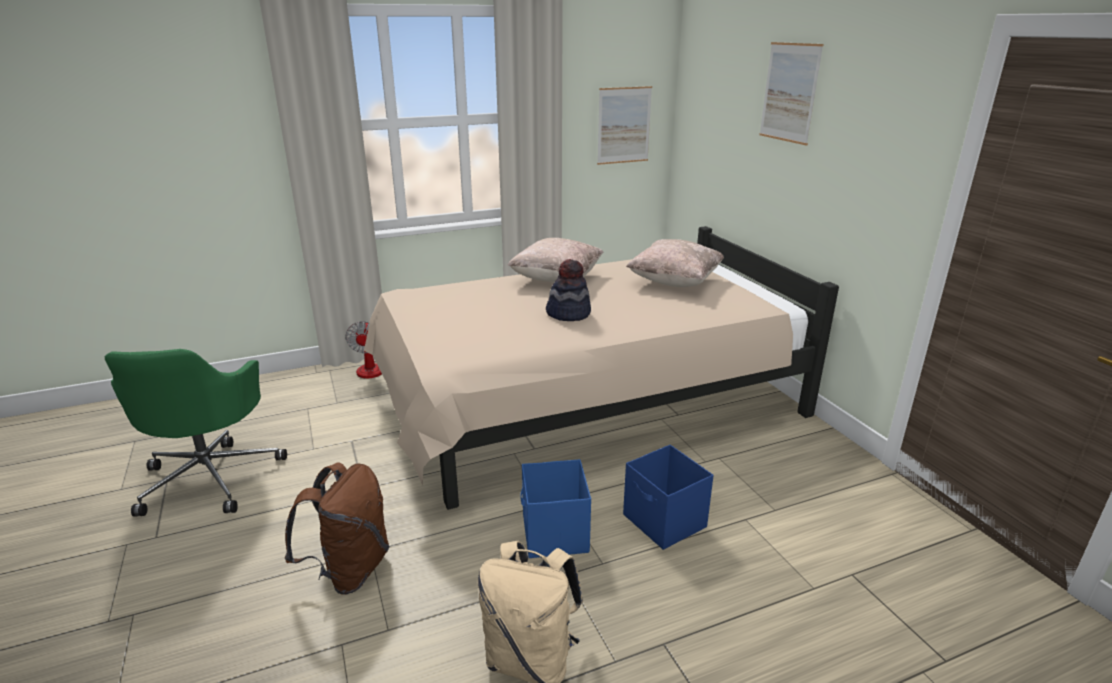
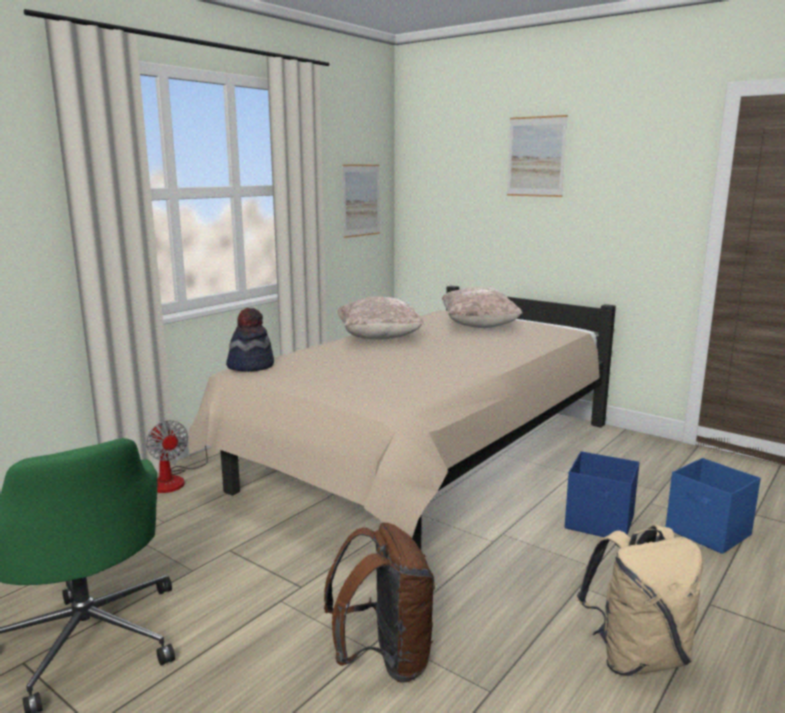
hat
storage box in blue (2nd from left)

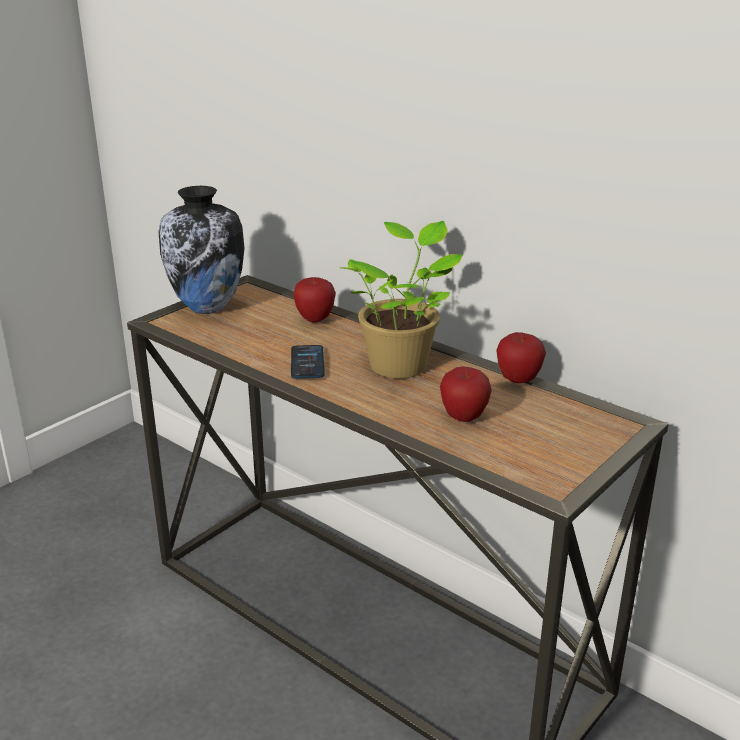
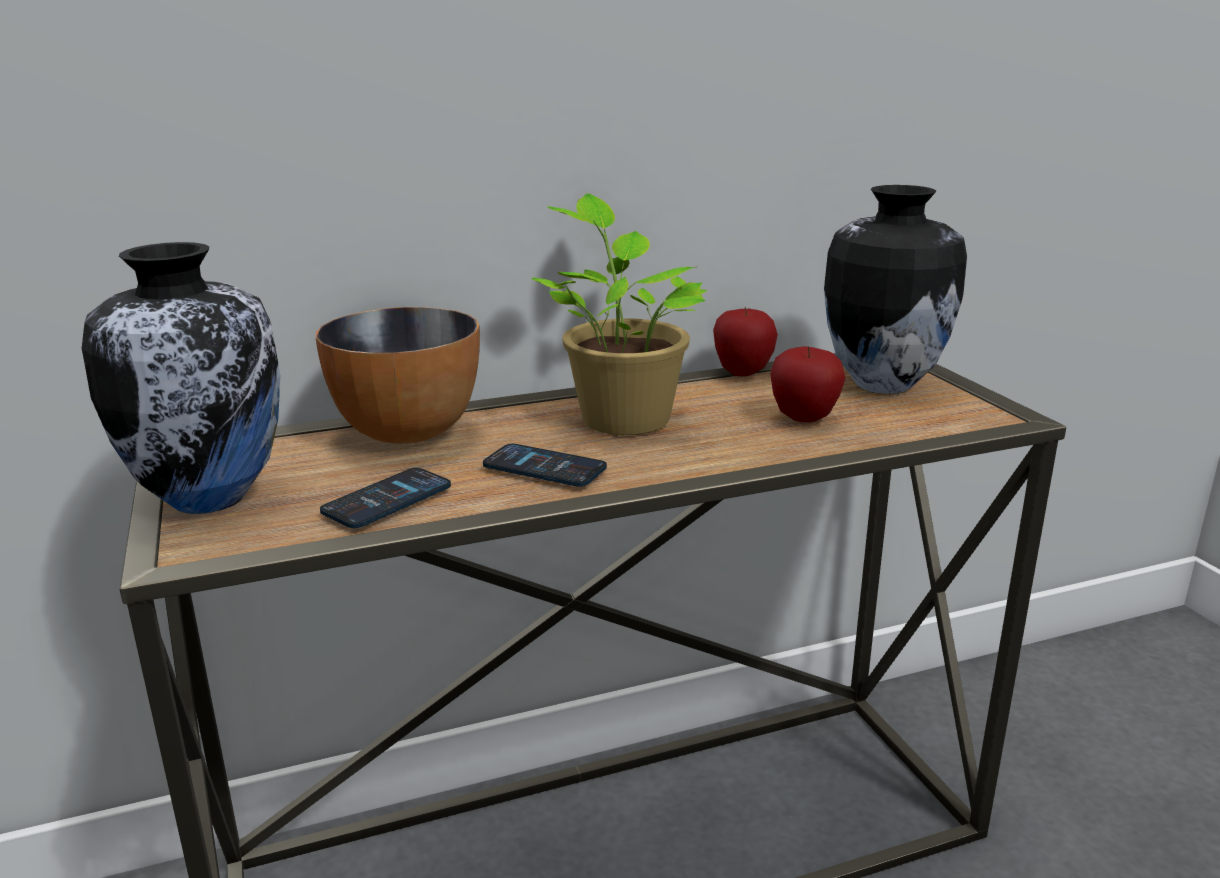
bowl
phone (1st from left)
vase (2nd from left)

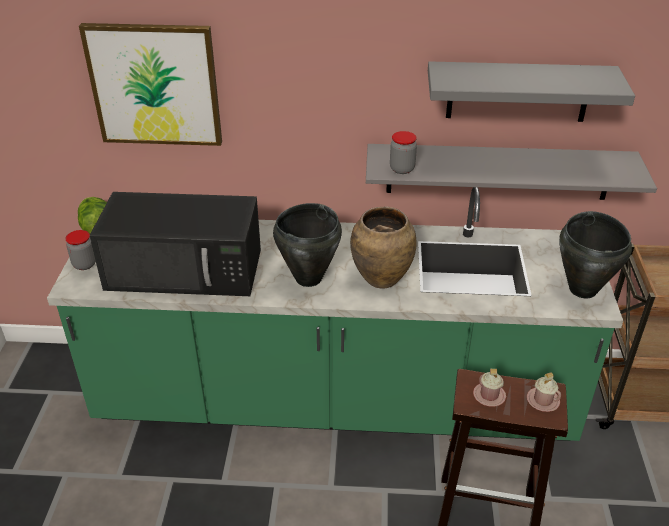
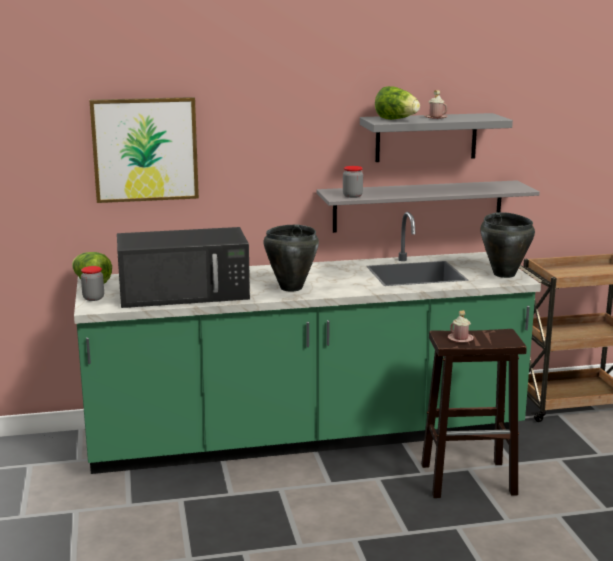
lettuce (2nd from left)
mug in pink (1st from left)
vase in brown

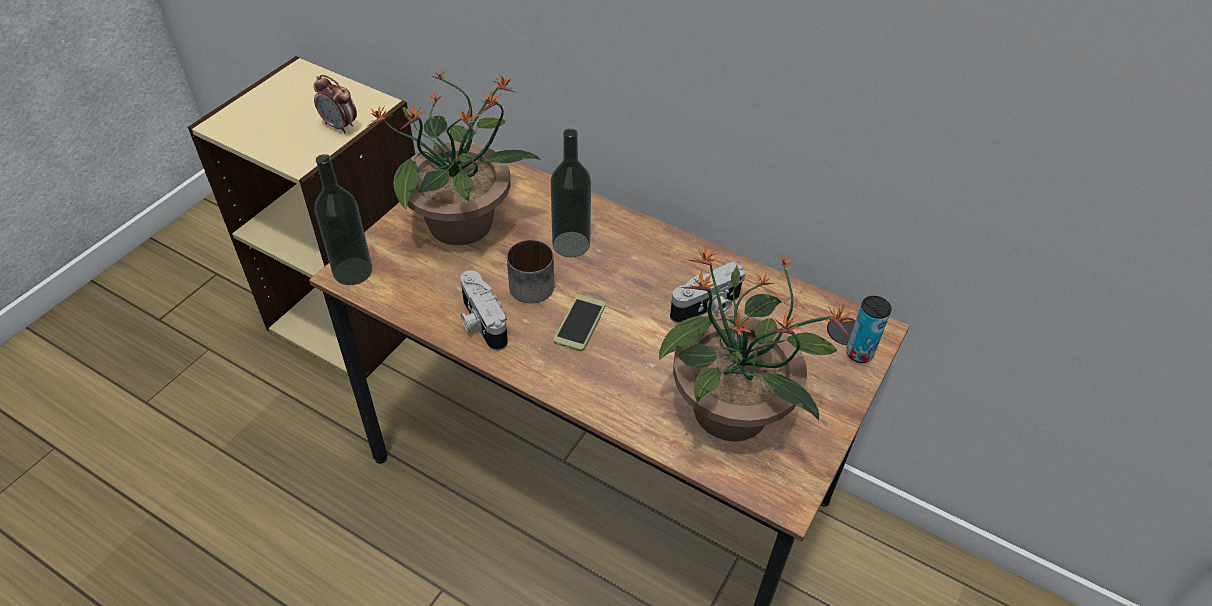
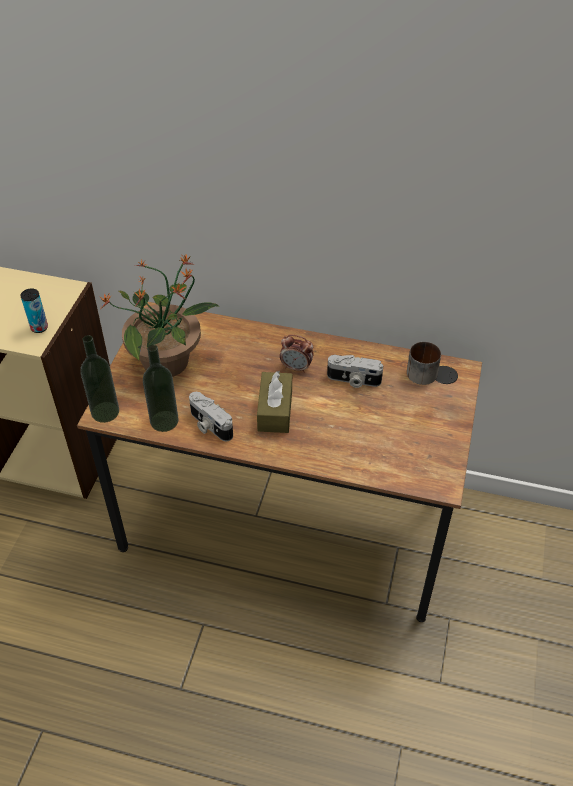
can
bottle (2nd from left)
tissue box in brown
alarm clock
photo camera (2nd from left)
mug
potted plant (2nd from left in the first image)

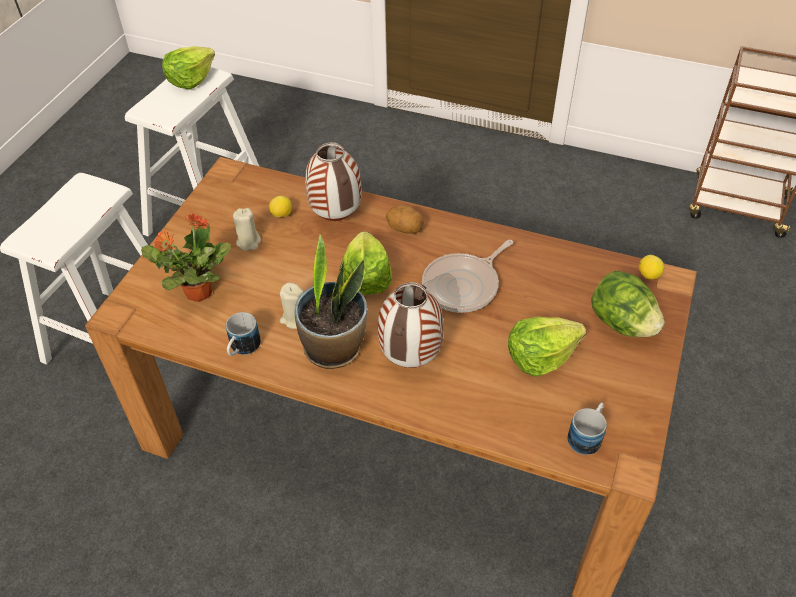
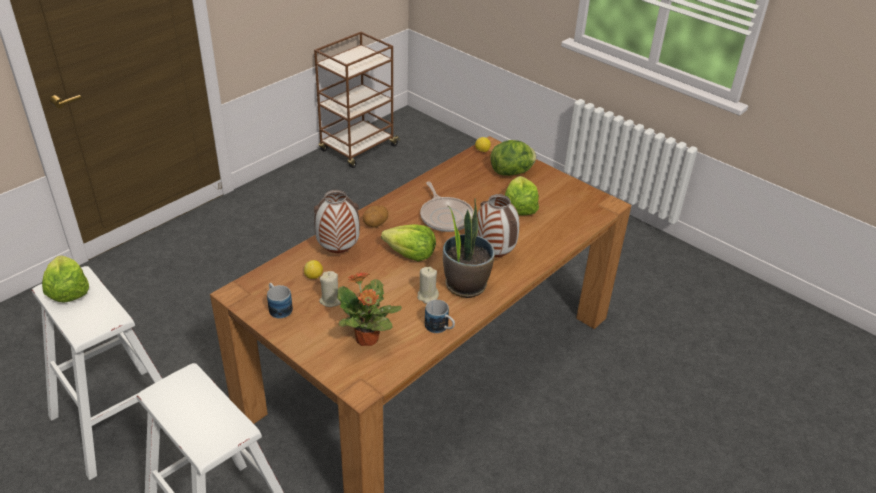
mug (1st from left)

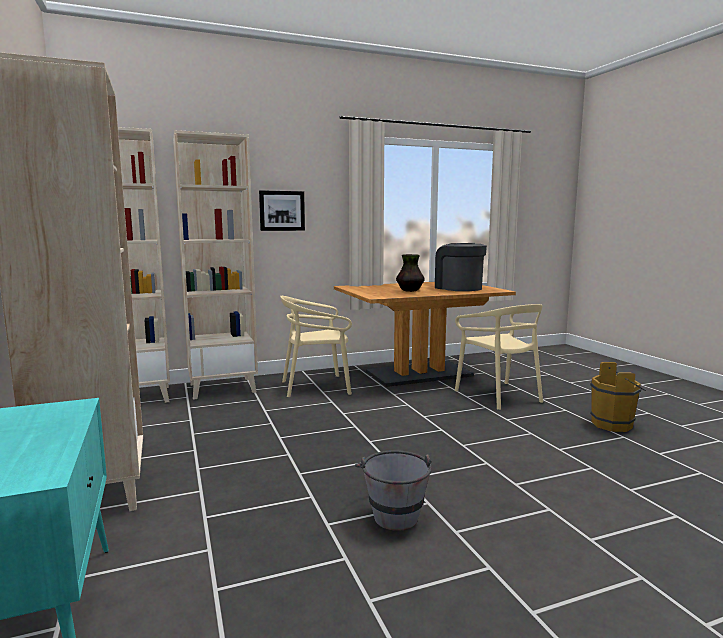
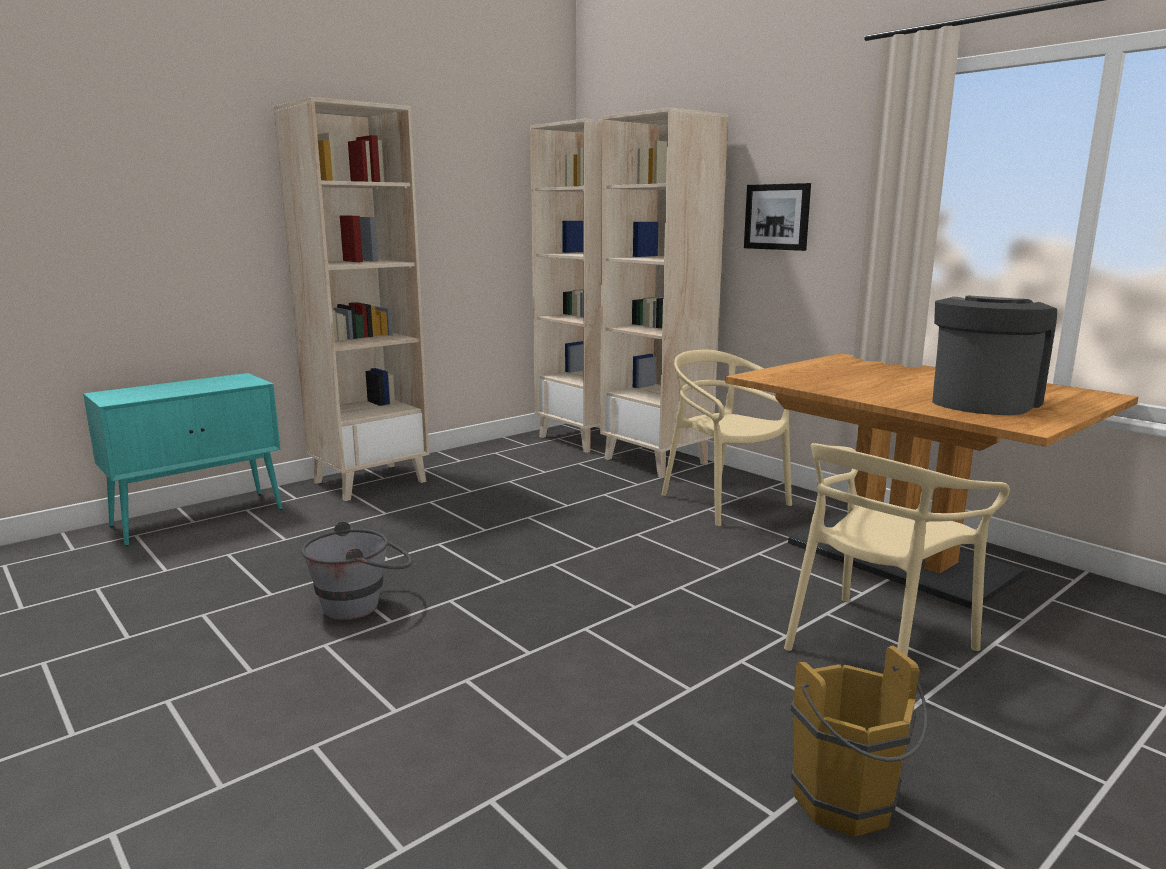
vase

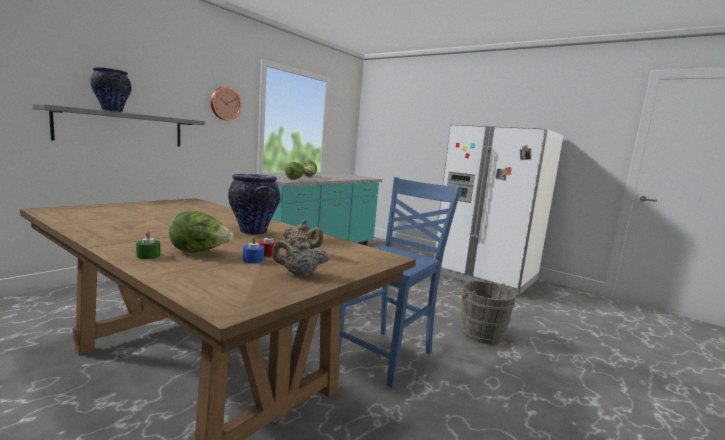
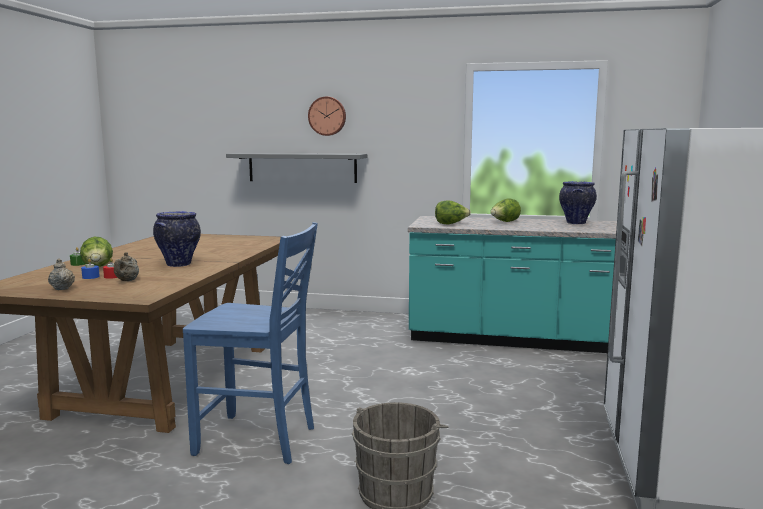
wall clock
vase (2nd from left)

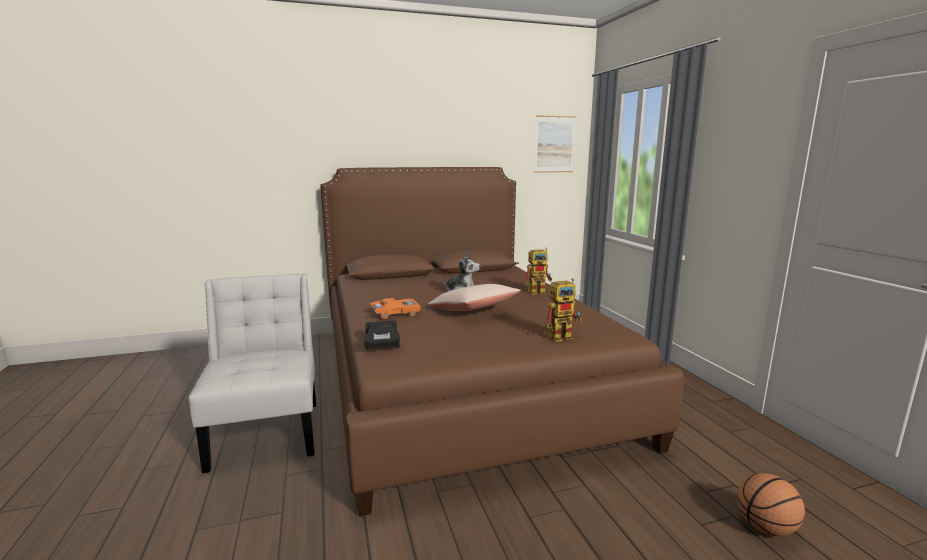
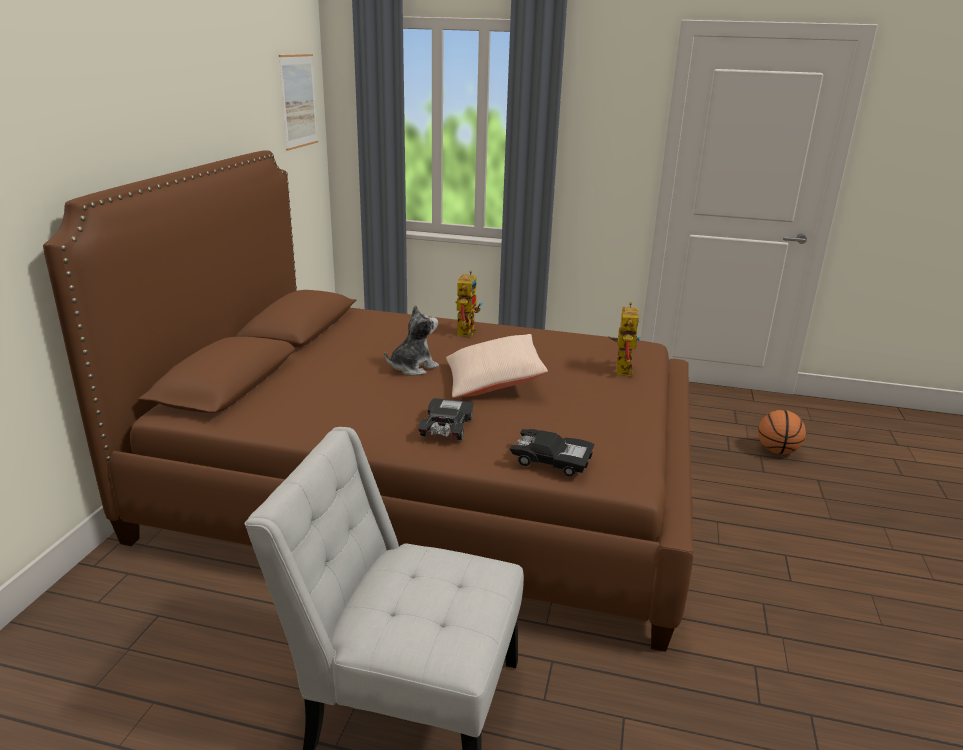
toy car in black (1st from left)

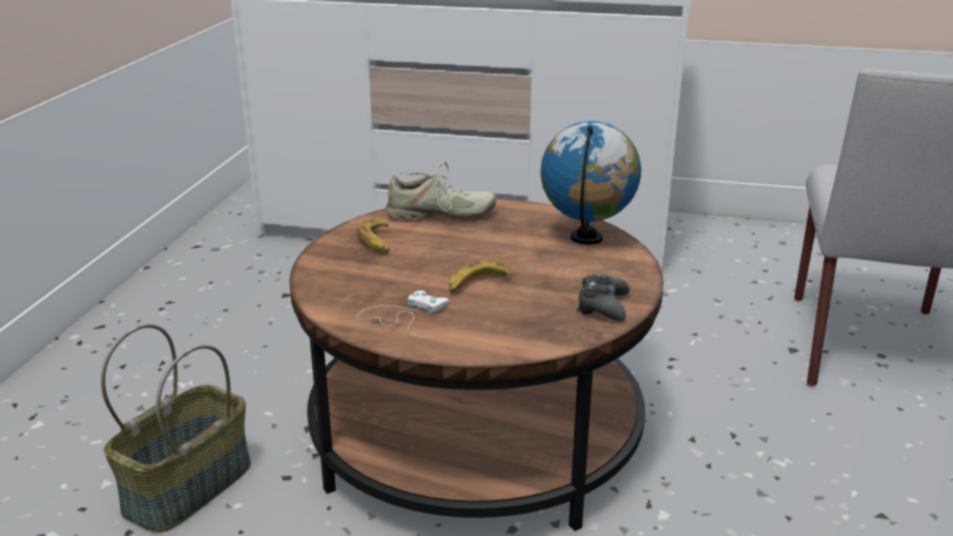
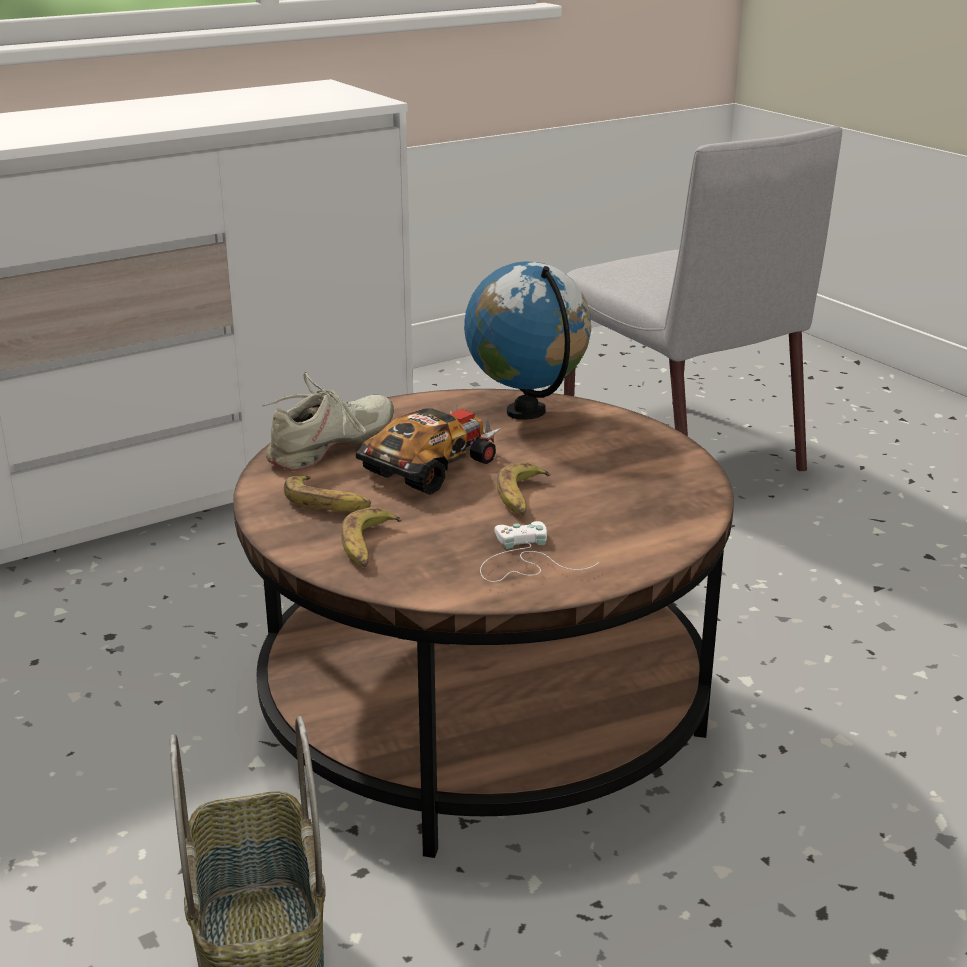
banana (2nd from left)
toy car
game controller in black

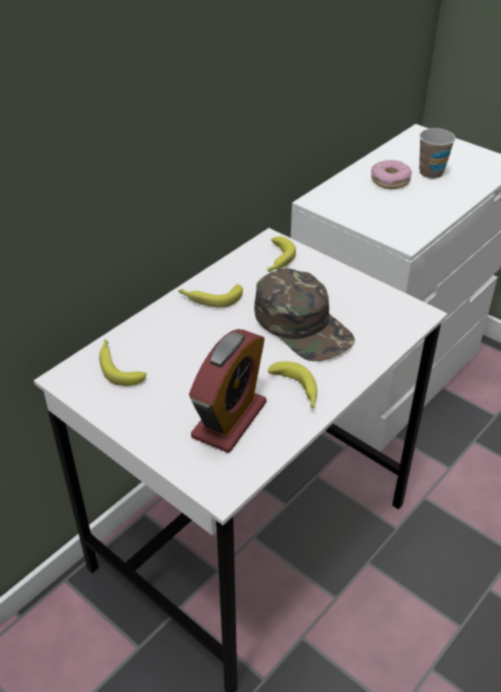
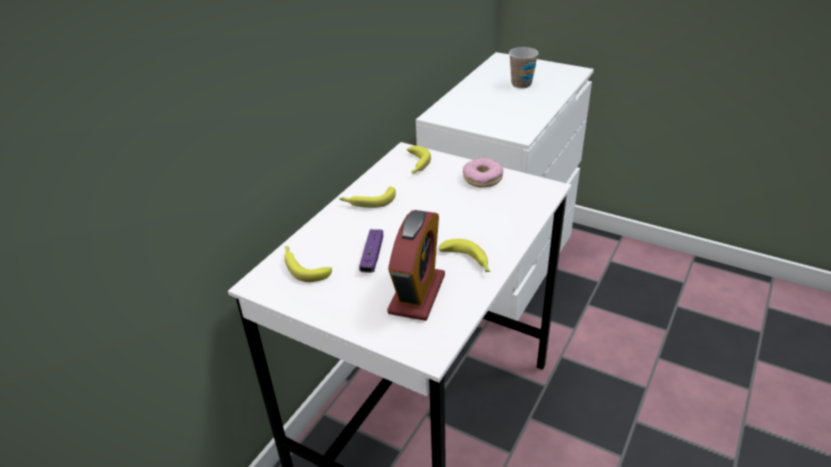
game controller in purple
donut
cap in green

